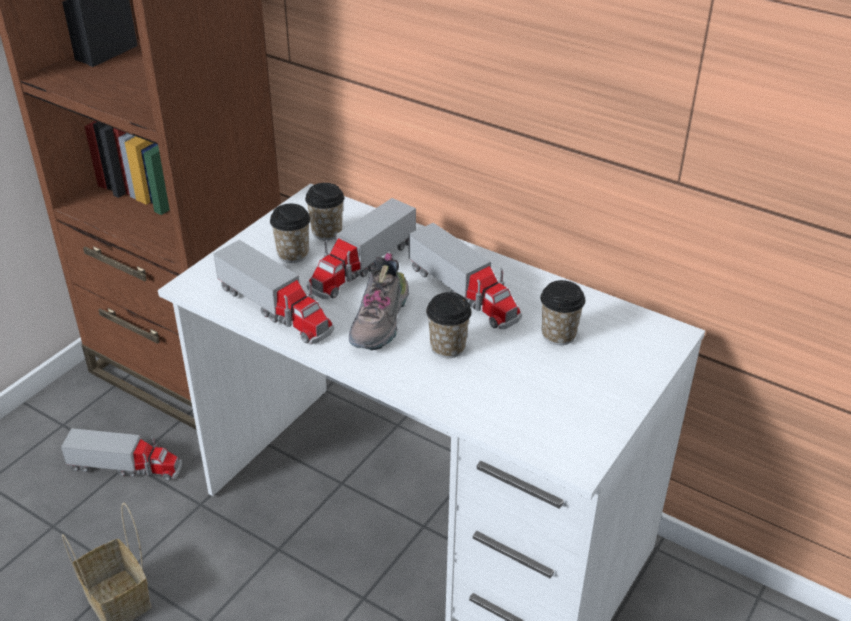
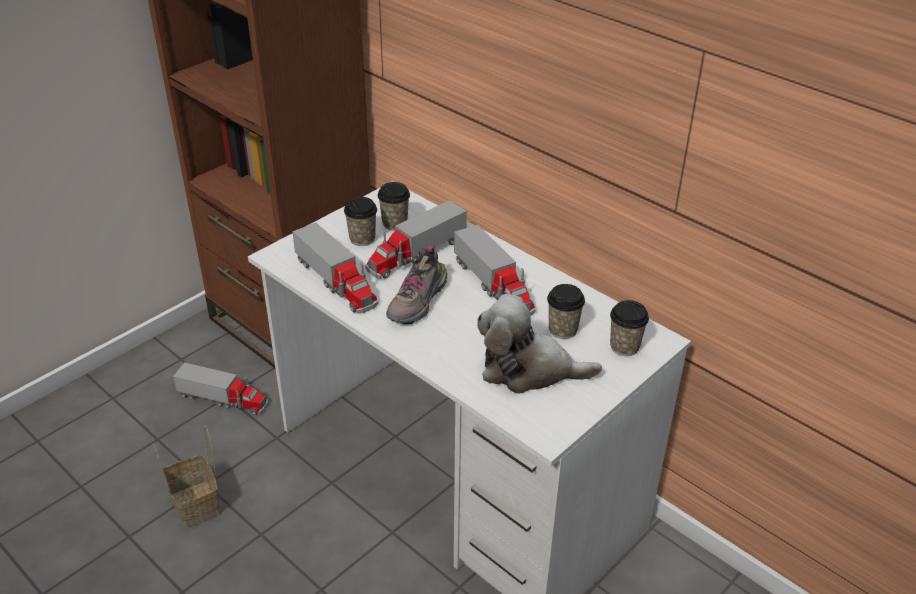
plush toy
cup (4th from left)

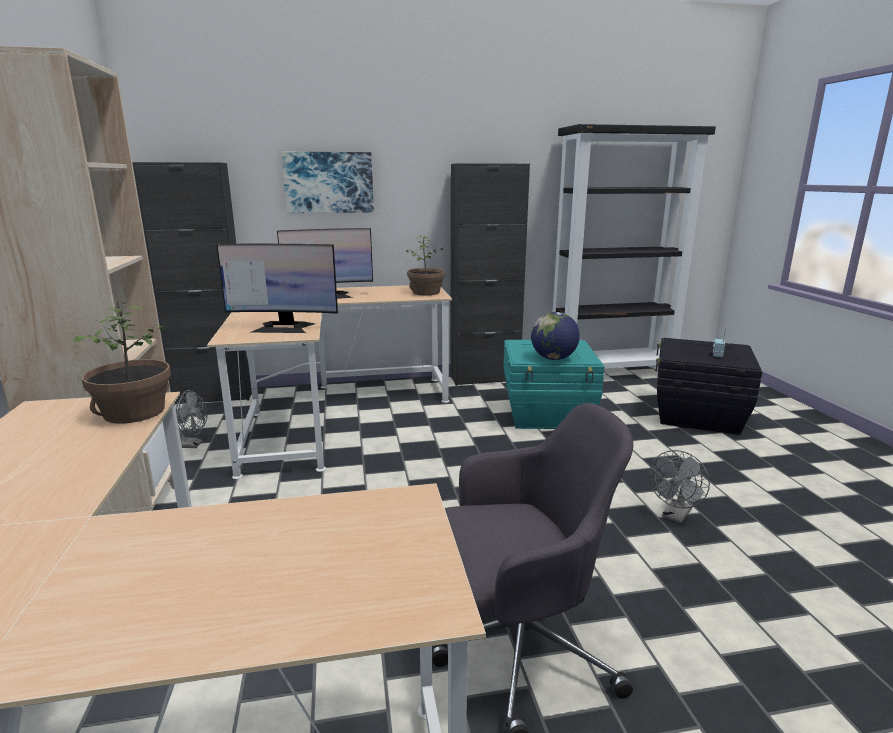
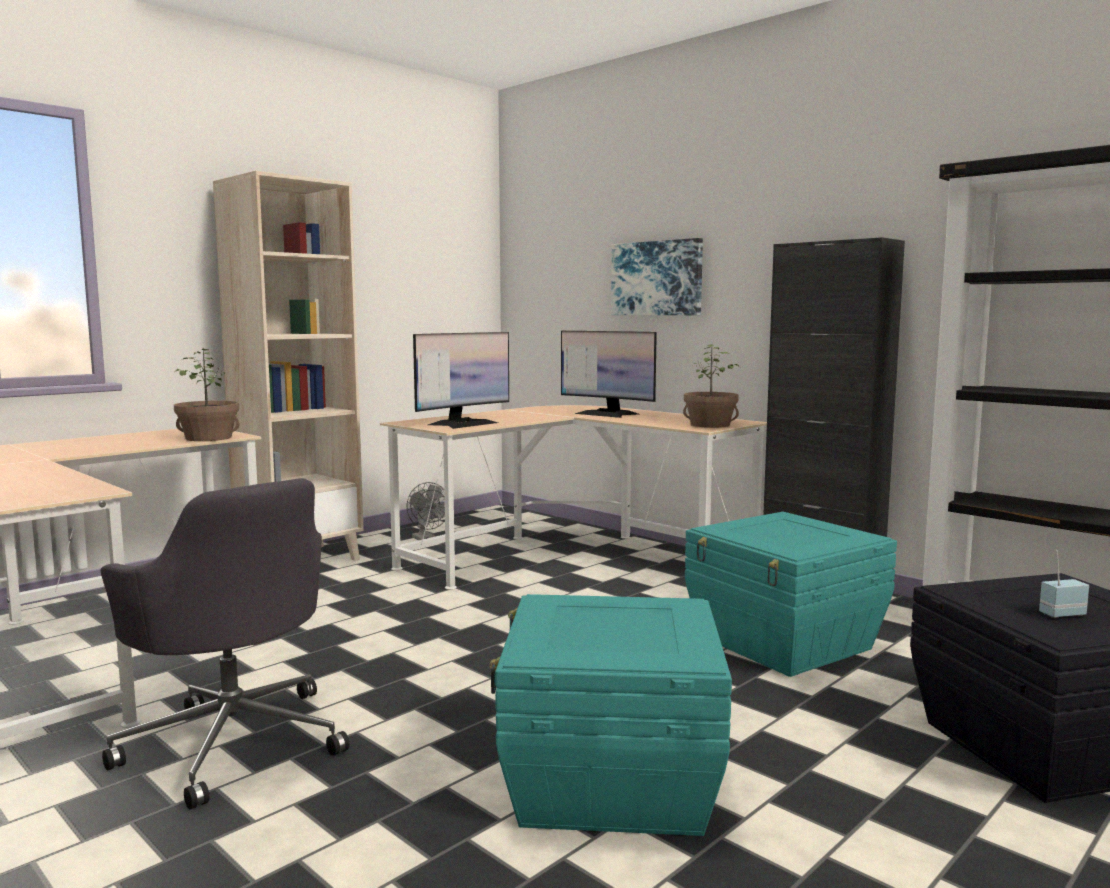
monitor (1st from left)
storage box in turquoise (1st from left)
cabinet in black (1st from left in the first image)
globe

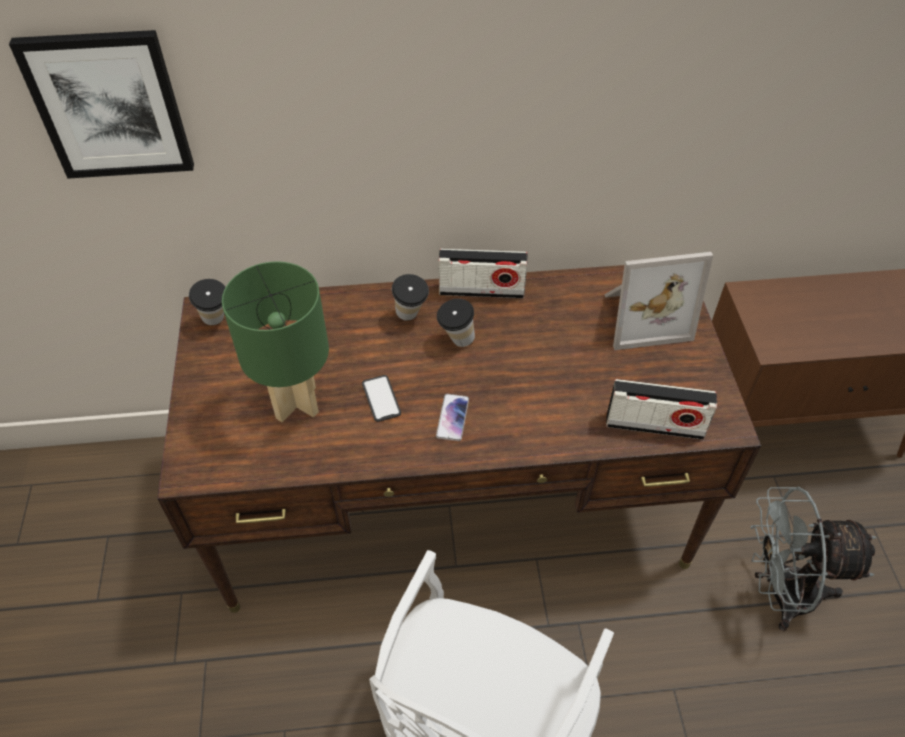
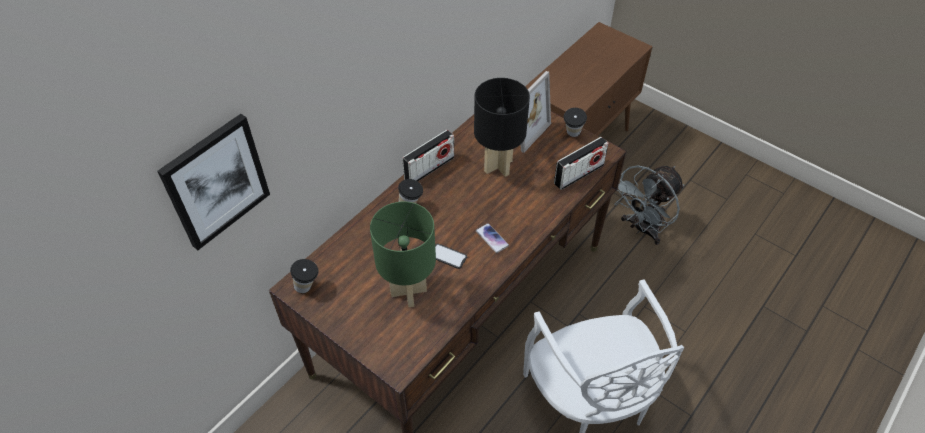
table lamp in black
cup (3rd from left)

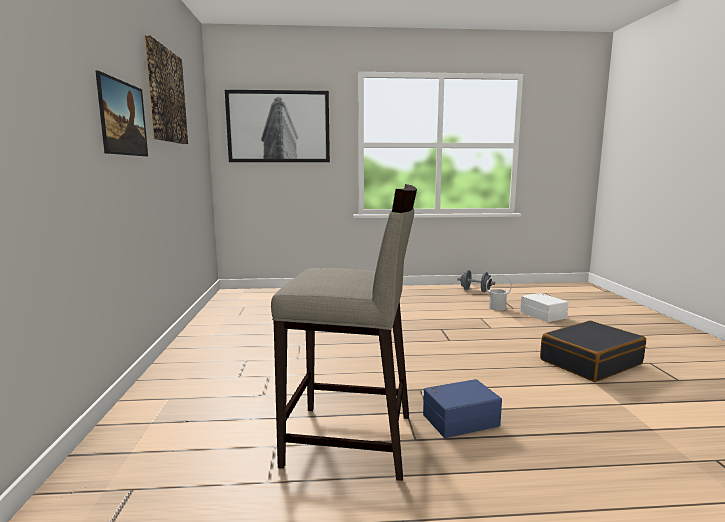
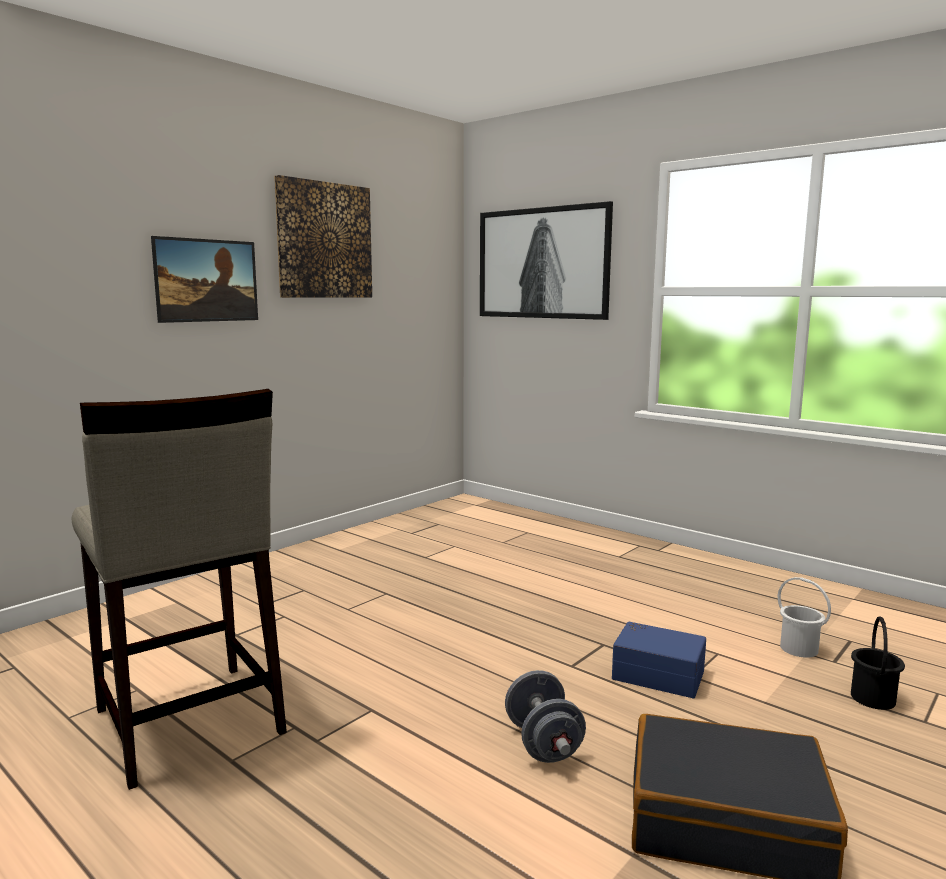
dumbbell in grey
storage box in blue
bucket in black

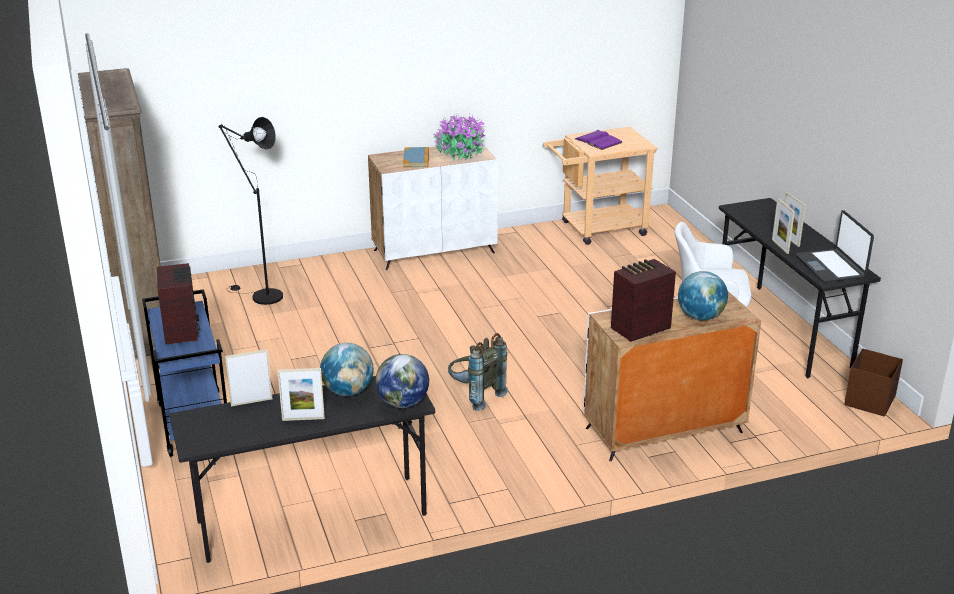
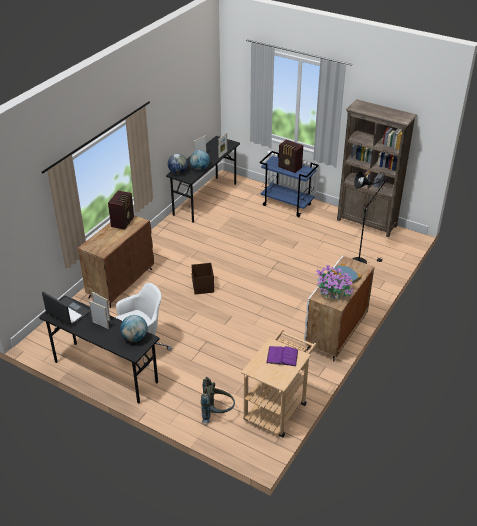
cabinet in brown
globe (1st from left)
storage box in brown
backpack in grey

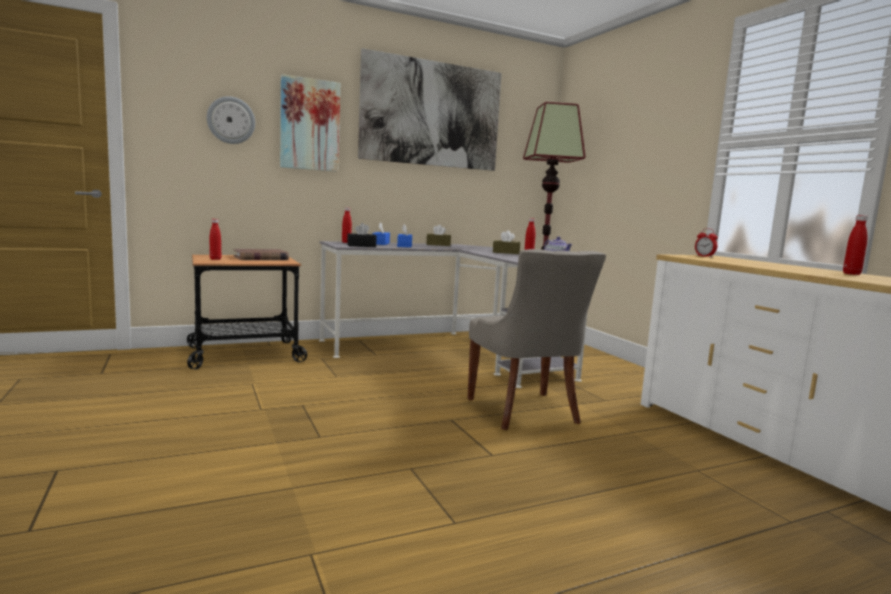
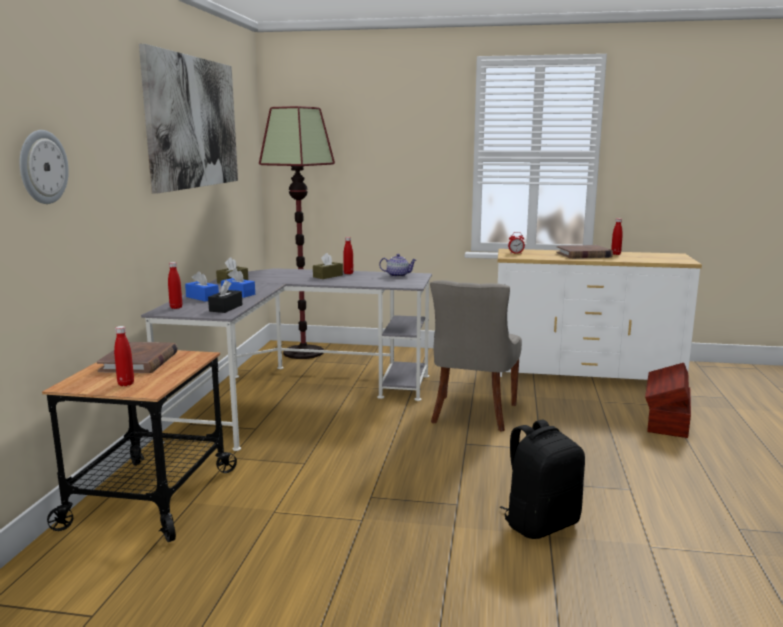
chair in grey
backpack in black
book in brown (2nd from left)
storage box in brown
picture (1st from left in the first image)

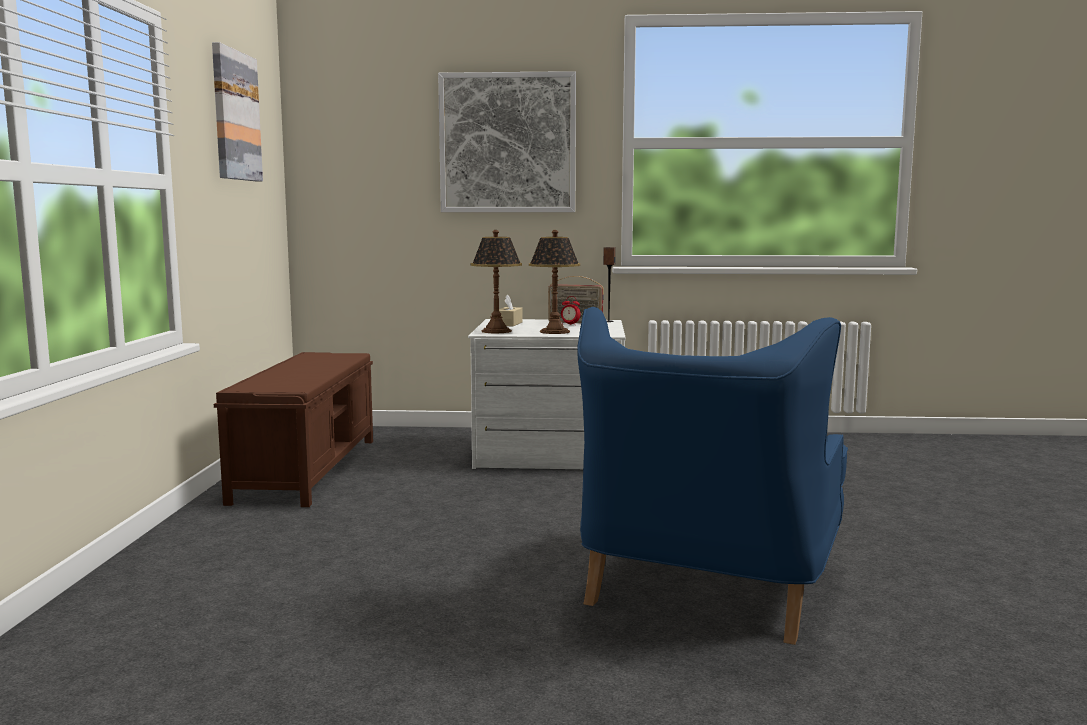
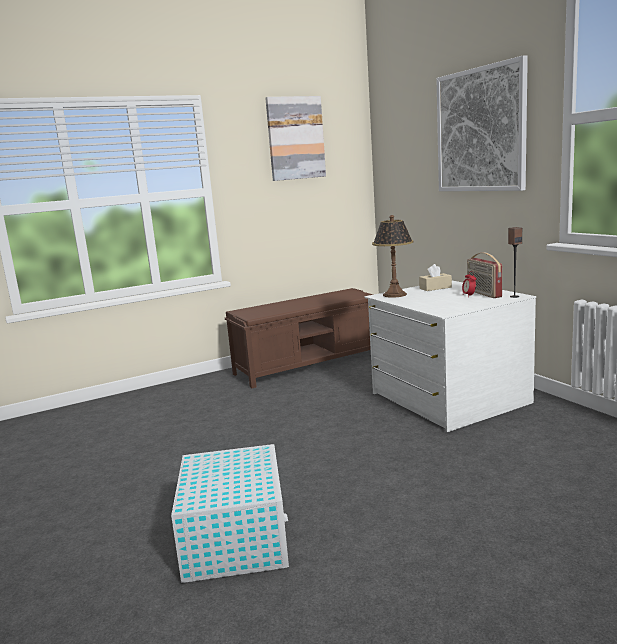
storage box in white
table lamp (2nd from left in the first image)

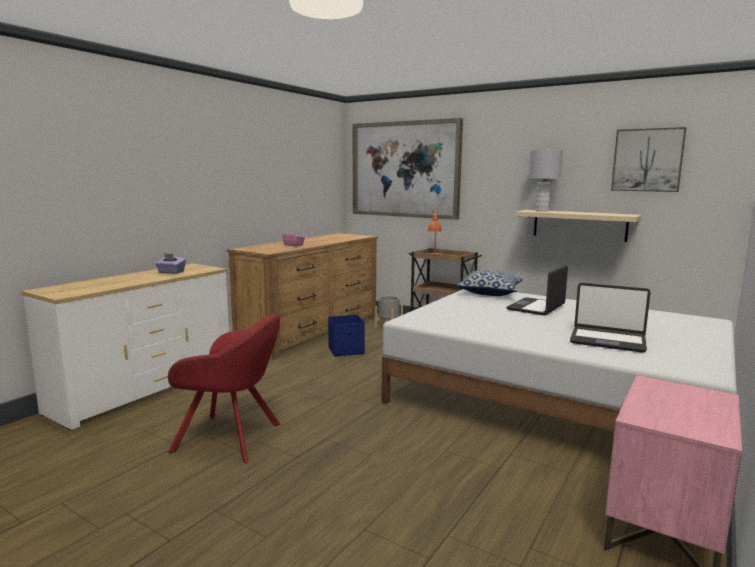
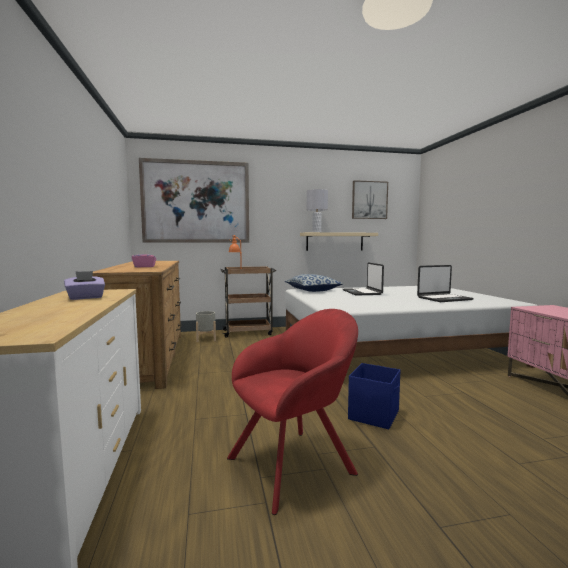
storage box in blue

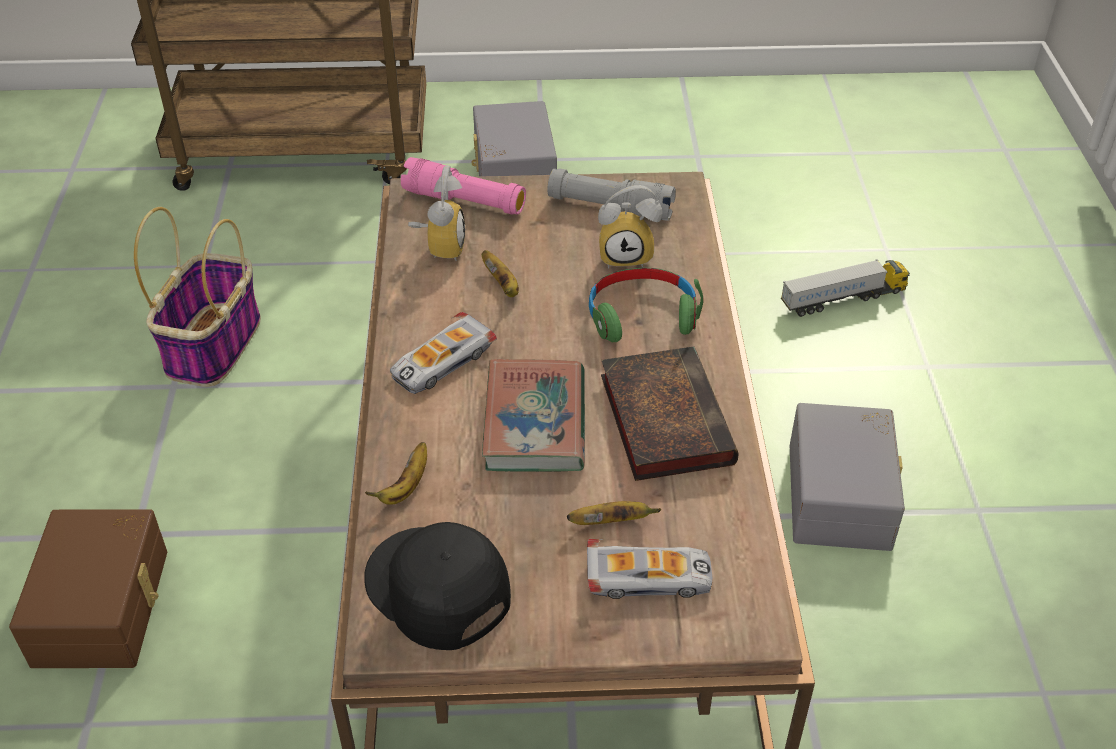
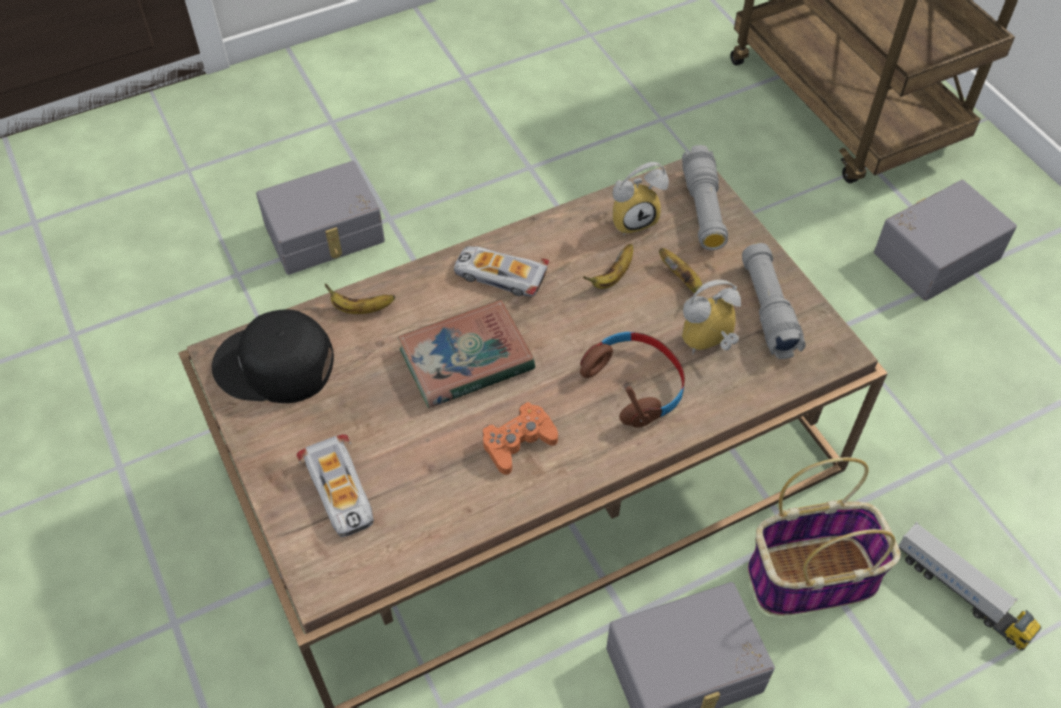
cap in black
storage box in grey (1st from left)
game controller in orange
headphones in brown
banana (3rd from left)
flashlight in grey (1st from left)
alarm clock (2nd from left)
basket

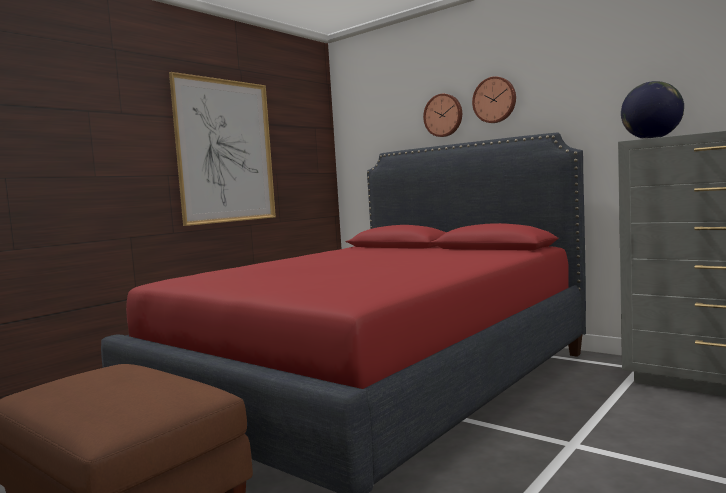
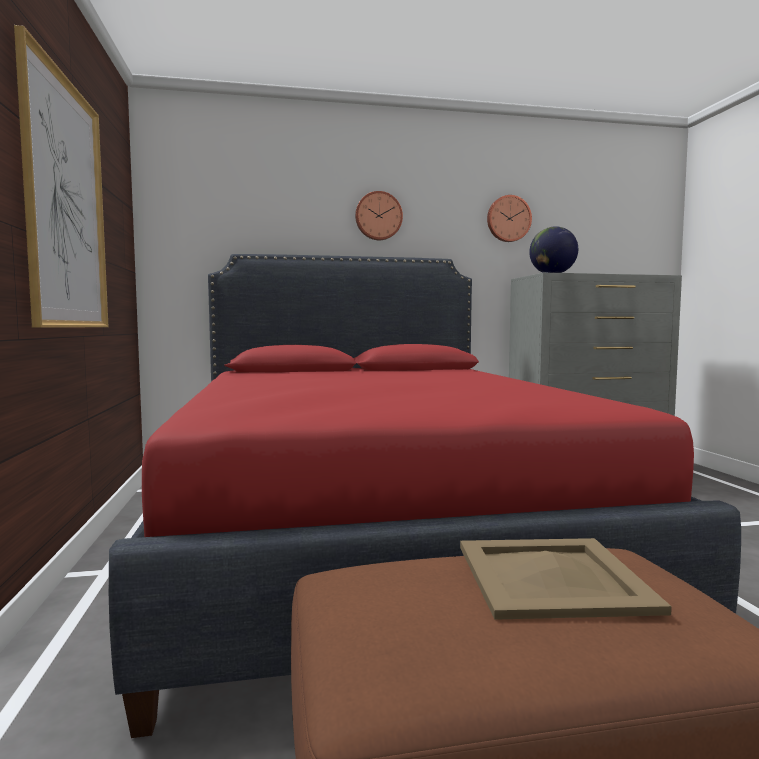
tray in beige
wall clock (2nd from left)

